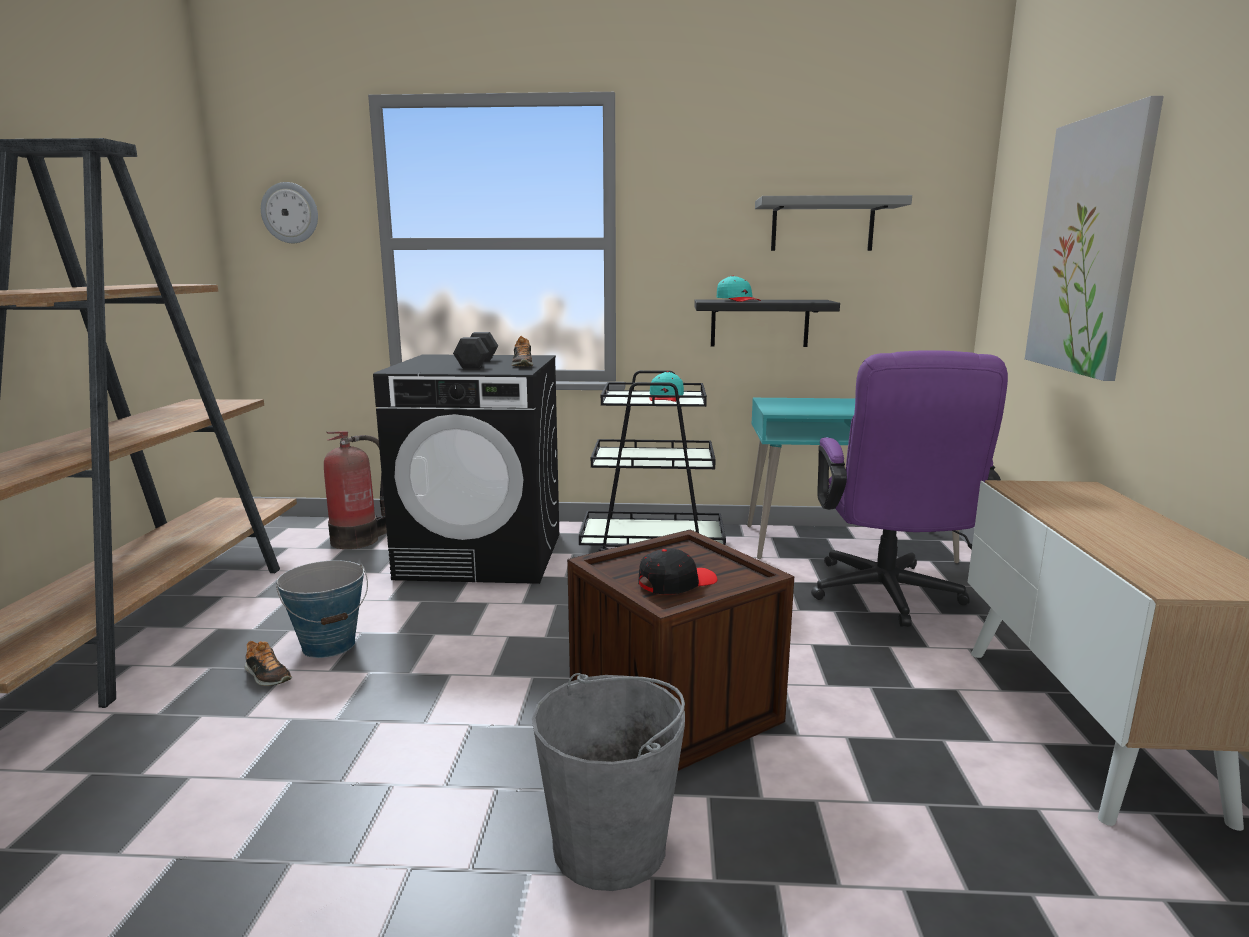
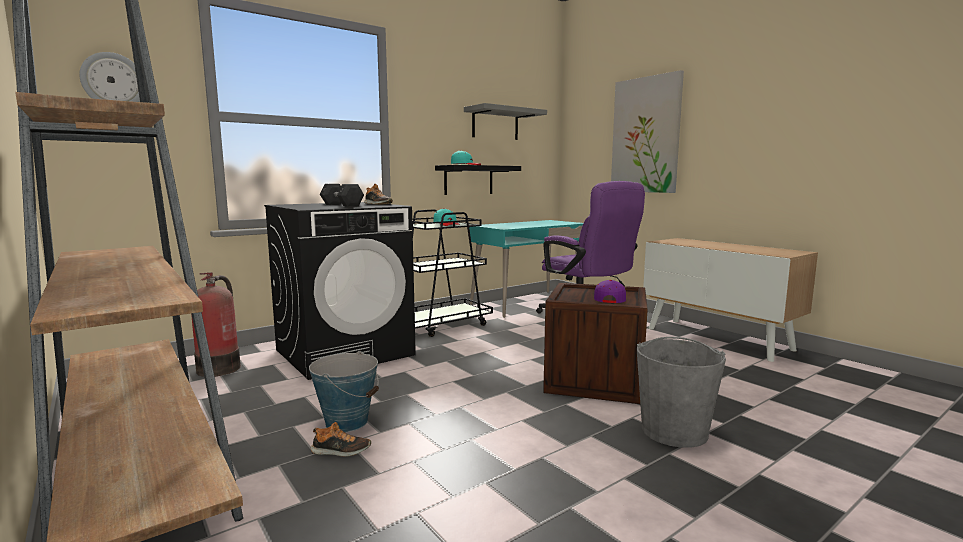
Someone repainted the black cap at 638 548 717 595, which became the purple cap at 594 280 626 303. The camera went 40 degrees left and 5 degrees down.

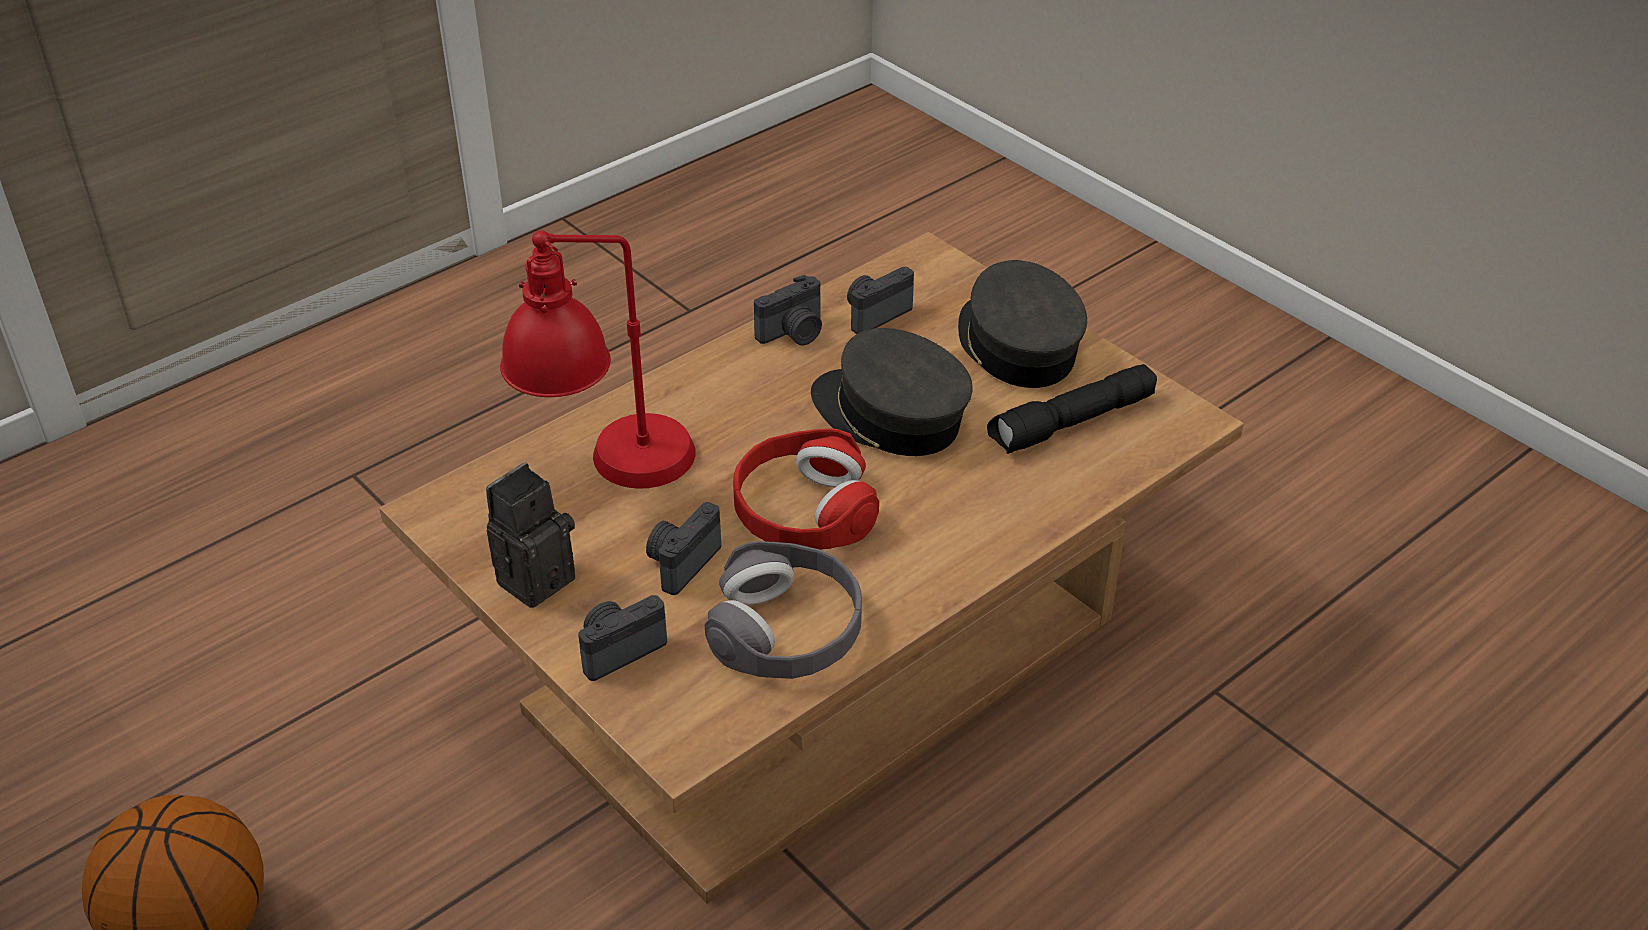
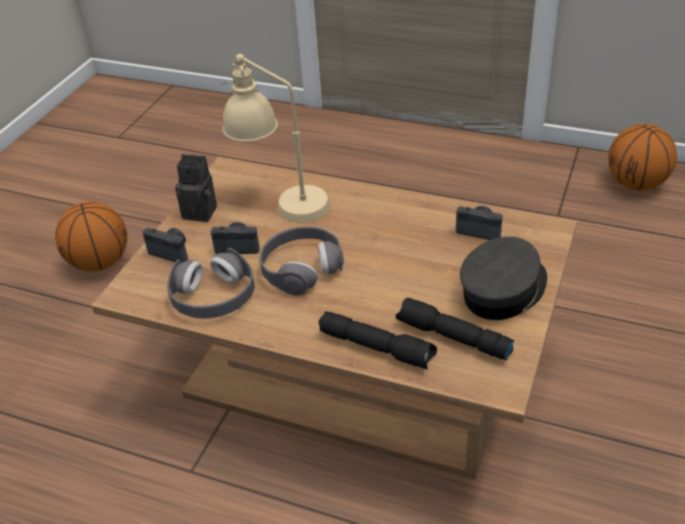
Someone repainted the red table lamp at 500 230 696 489, which became the beige table lamp at 220 54 331 222. Someone repainted the red headphones at 733 428 879 550, which became the grey headphones at 259 227 344 296. Someone took away the photo camera at 754 275 822 346. Someone took away the grey cap at 811 328 973 456. Someone put down the black flashlight at 319 311 437 370. Someone put down the basketball at 608 124 677 190. The camera went 65 degrees right and 0 degrees up.

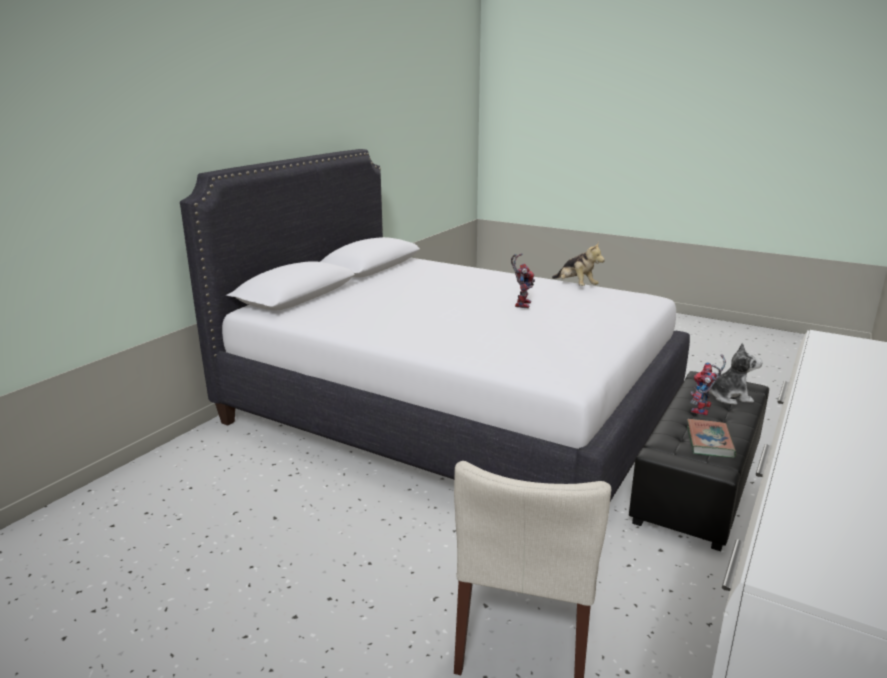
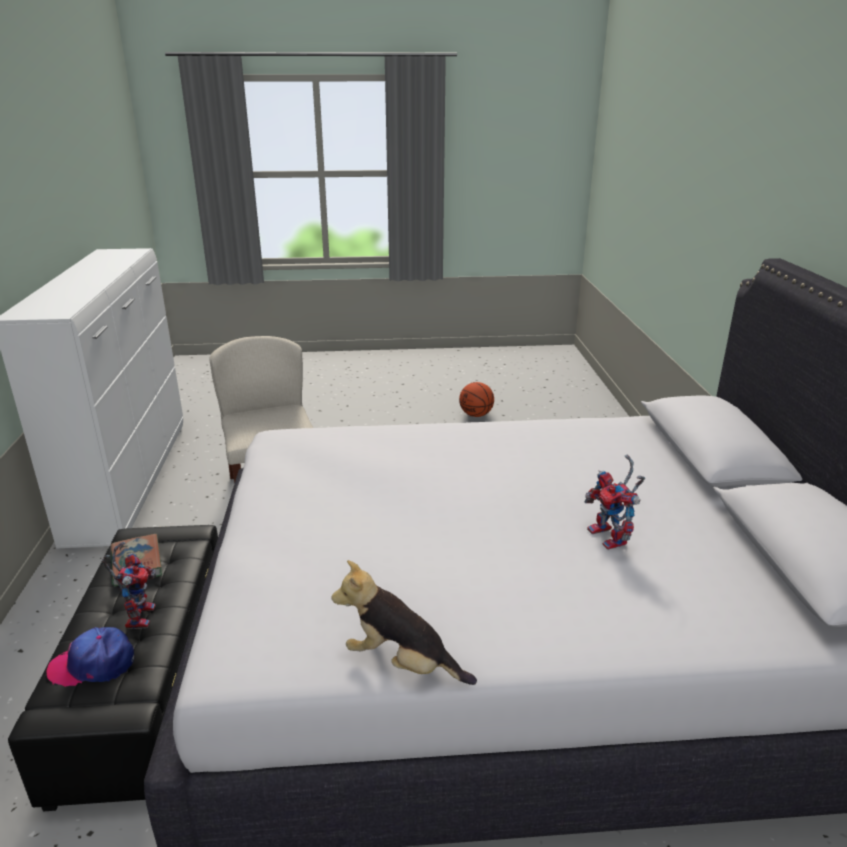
Someone carried the toy robot from 511 253 535 308 to 585 455 645 550. Someone swapped the plush toy at 708 343 763 405 for the cap at 46 627 134 687. Someone put down the basketball at 459 382 494 417. The camera went 145 degrees right and 5 degrees up.

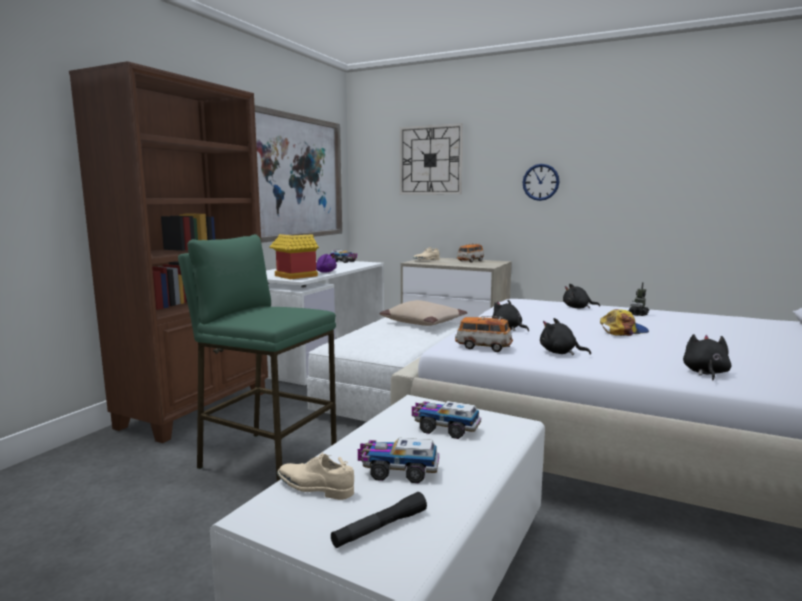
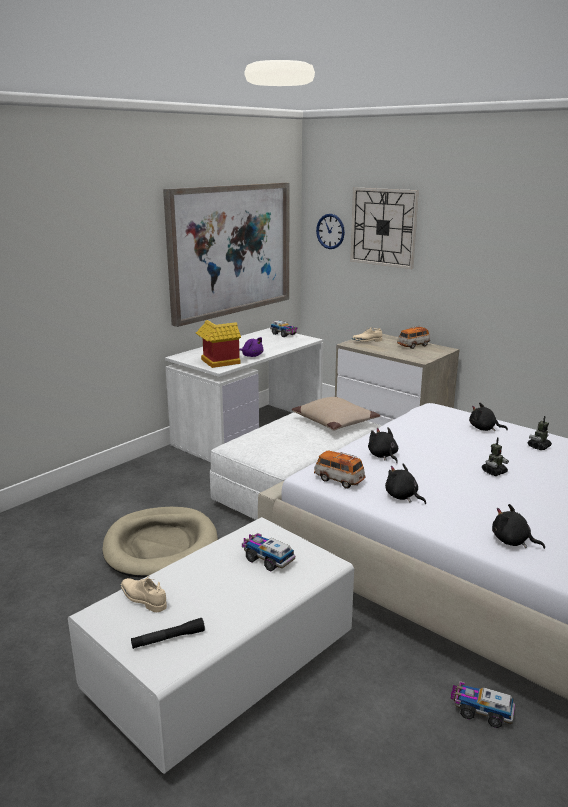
Someone took away the brown bookcase at 69 61 268 443. Someone swapped the green stool at 178 234 337 482 for the beige dog bed at 102 507 218 578. Someone carried the toy truck from 358 438 439 483 to 451 681 515 728. Someone carried the wall clock from 522 164 559 201 to 316 214 345 249. Someone swapped the cap at 600 309 649 336 for the toy robot at 482 437 509 476. Someone rotated the black plush toy at 683 334 731 380 by 90 degrees counterclockwise. The camera went 15 degrees right and 10 degrees up.

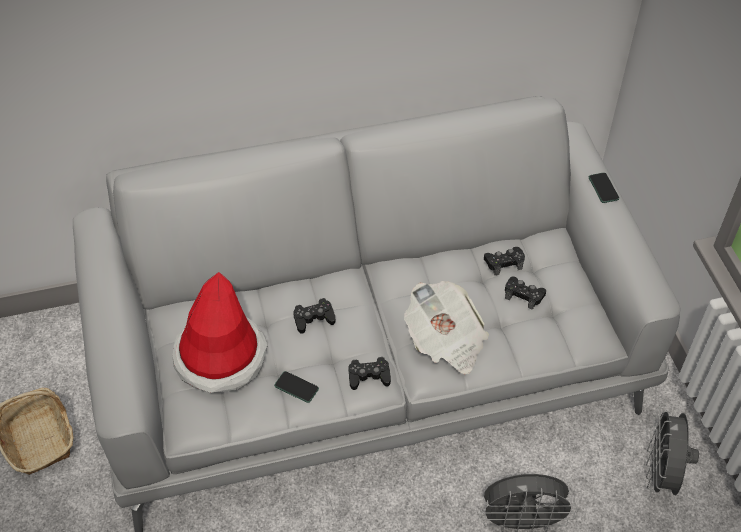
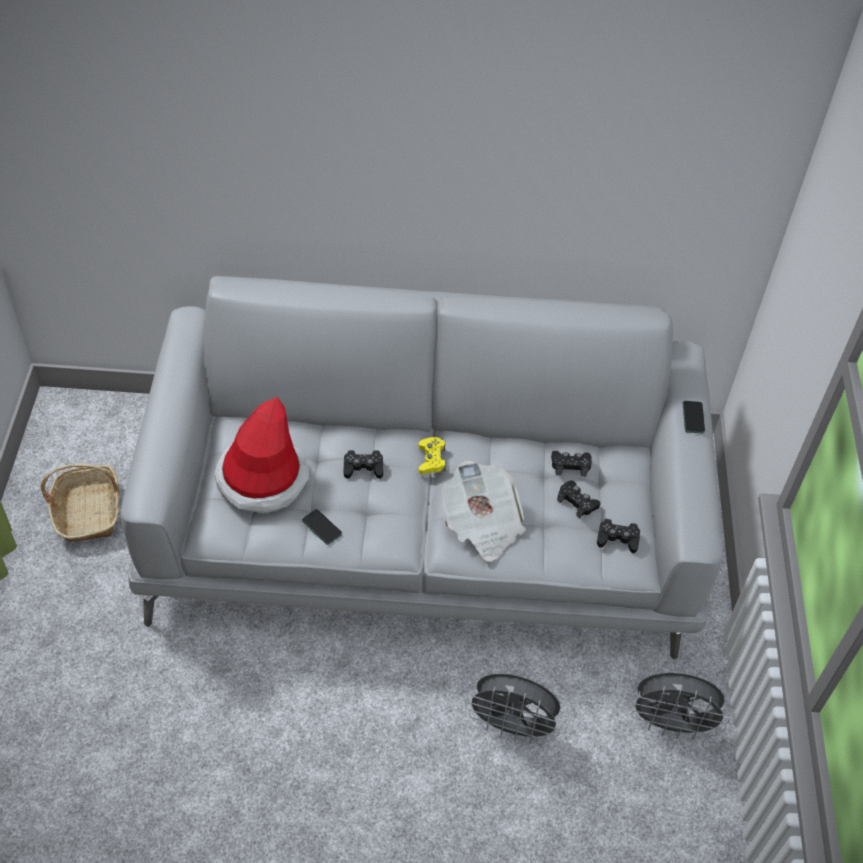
Someone carried the black game controller from 348 357 391 390 to 597 519 640 553. Someone rotated the grey fan at 646 404 699 499 by 105 degrees counterclockwise. Someone put down the yellow game controller at 418 437 446 474. The camera went 15 degrees right and 0 degrees up.

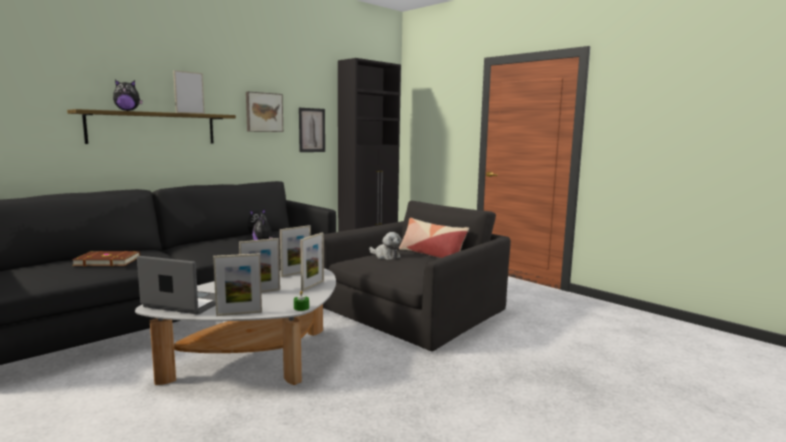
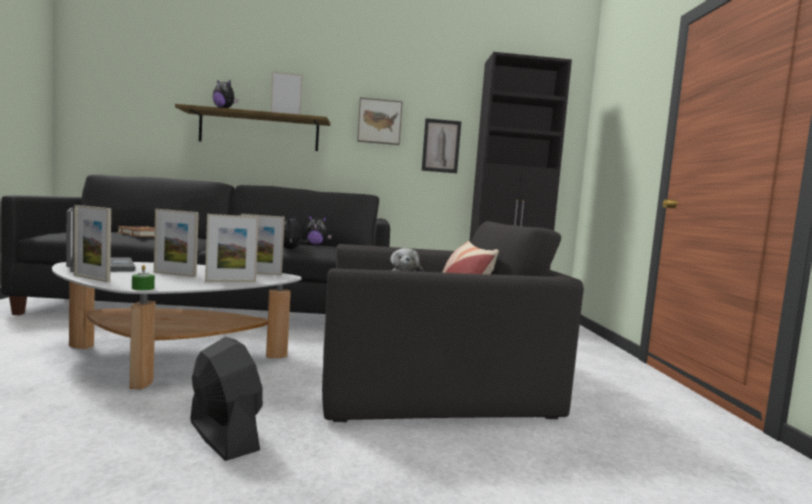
Someone put down the black fan at 190 337 263 461. The camera went 40 degrees right and 5 degrees down.

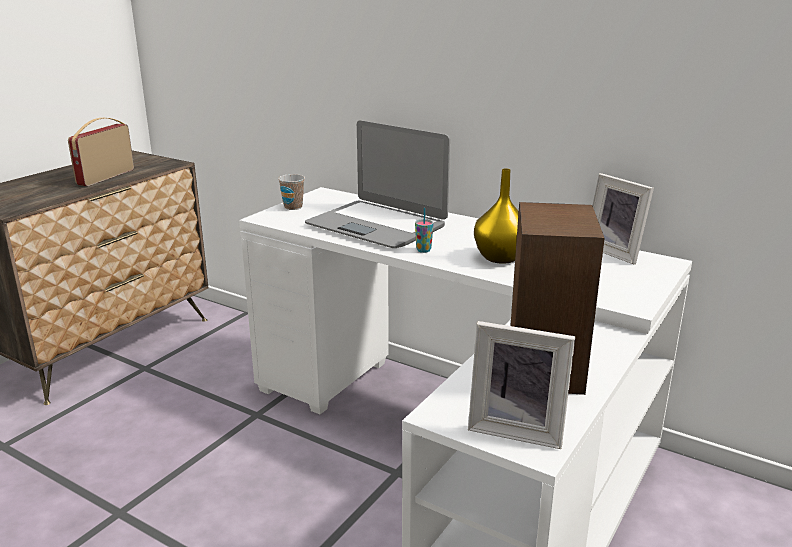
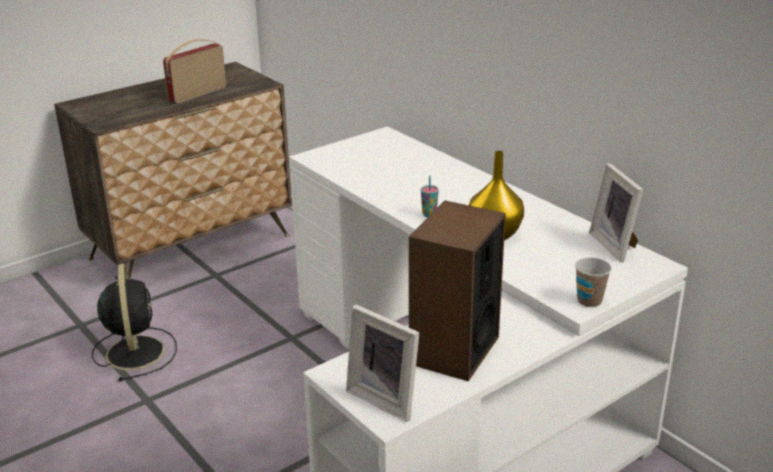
Someone carried the cup from 278 174 305 210 to 575 257 612 307. Someone took away the laptop at 305 120 450 248. Someone put down the black fan at 92 264 177 382. The camera went 20 degrees right and 5 degrees up.

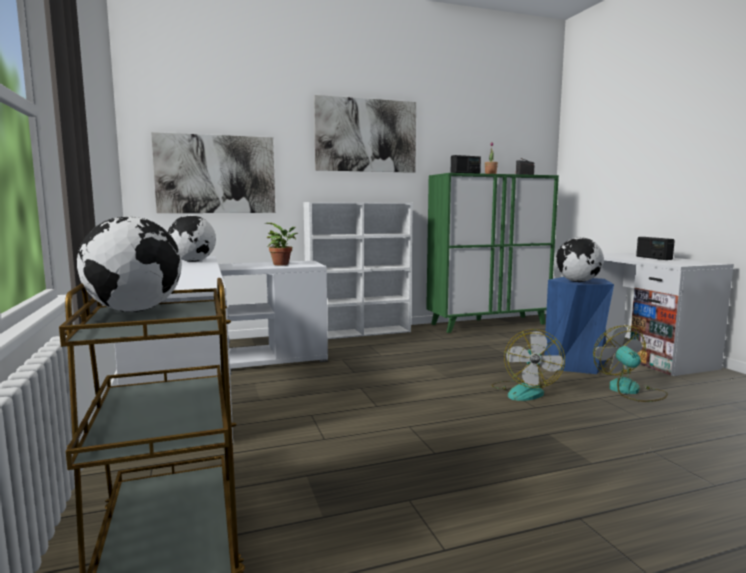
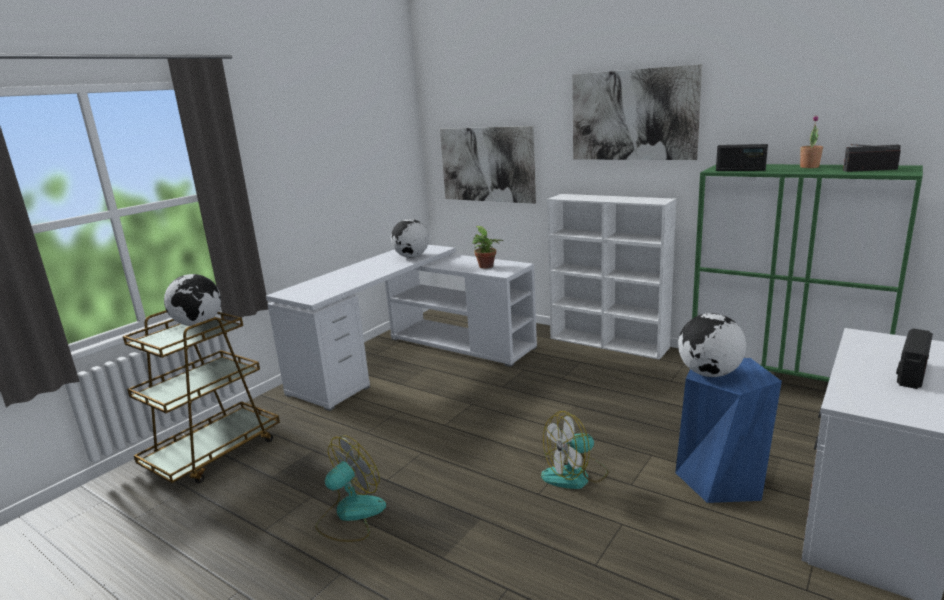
Someone carried the fan from 593 325 668 402 to 316 435 386 542. The camera went 55 degrees right and 10 degrees up.

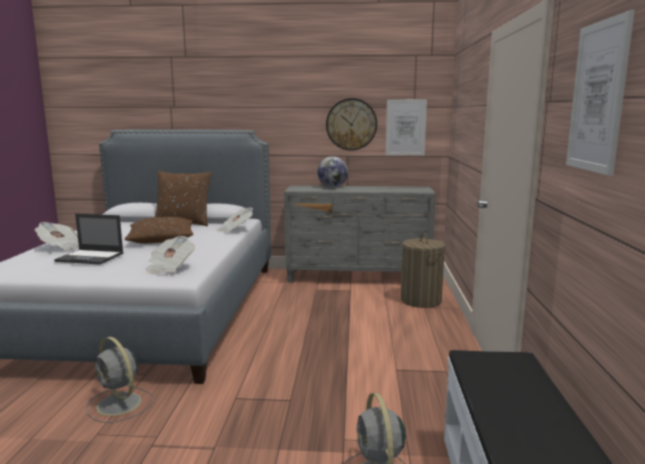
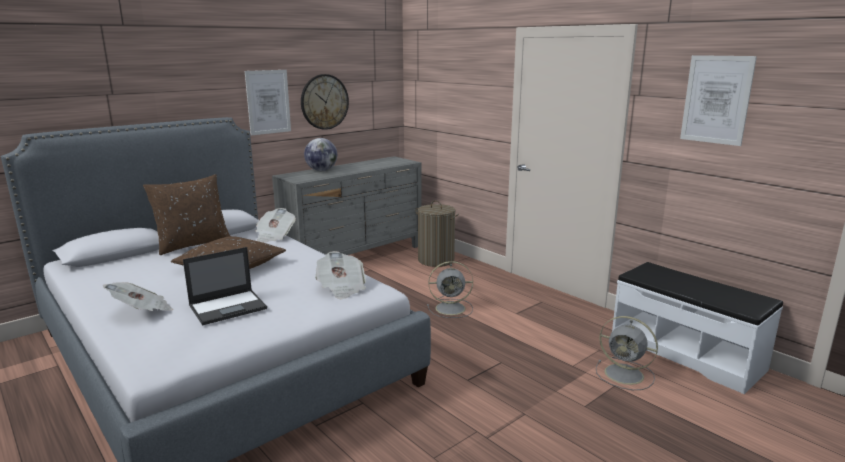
Someone carried the grey fan from 86 337 154 423 to 427 261 473 318. Someone carried the picture from 386 99 427 155 to 245 70 291 135. The camera went 45 degrees left and 5 degrees up.

